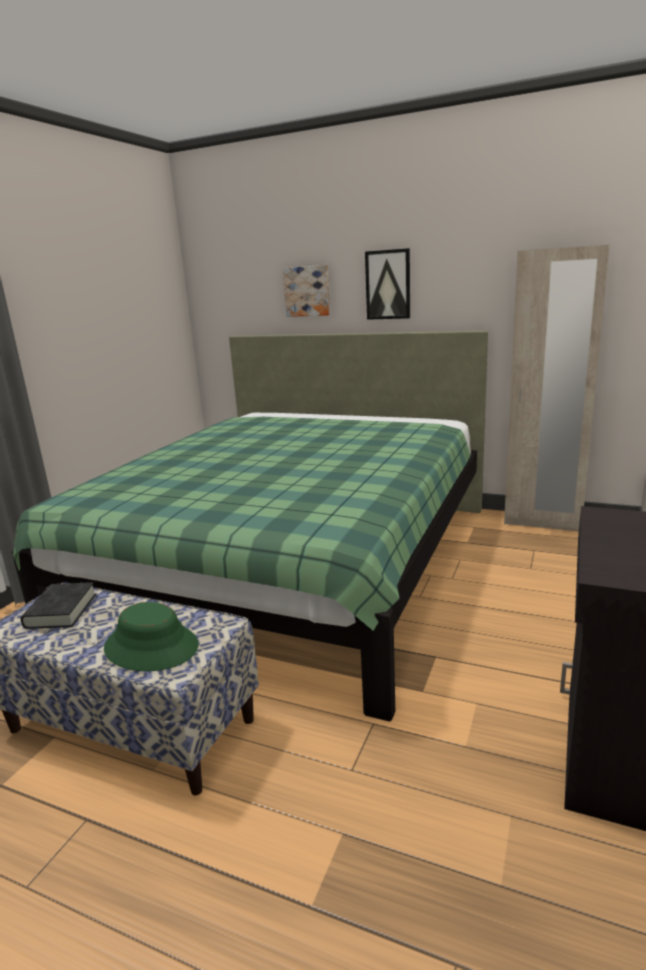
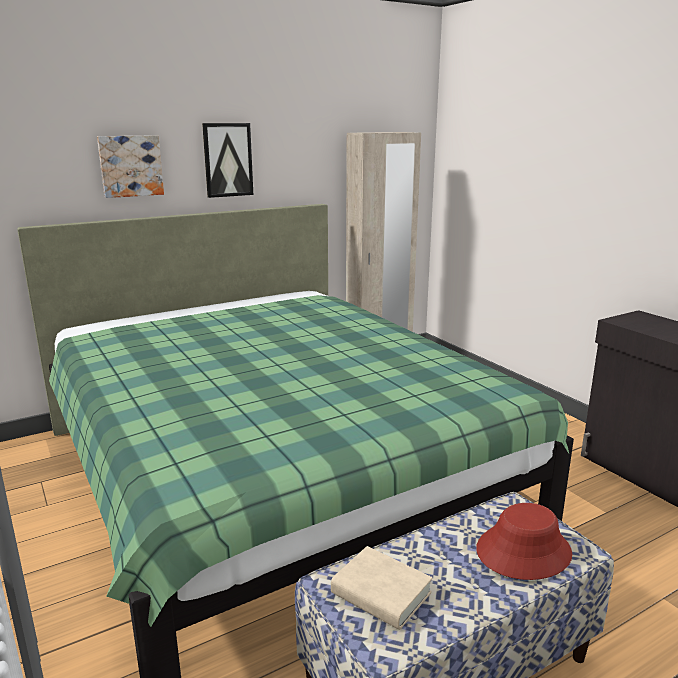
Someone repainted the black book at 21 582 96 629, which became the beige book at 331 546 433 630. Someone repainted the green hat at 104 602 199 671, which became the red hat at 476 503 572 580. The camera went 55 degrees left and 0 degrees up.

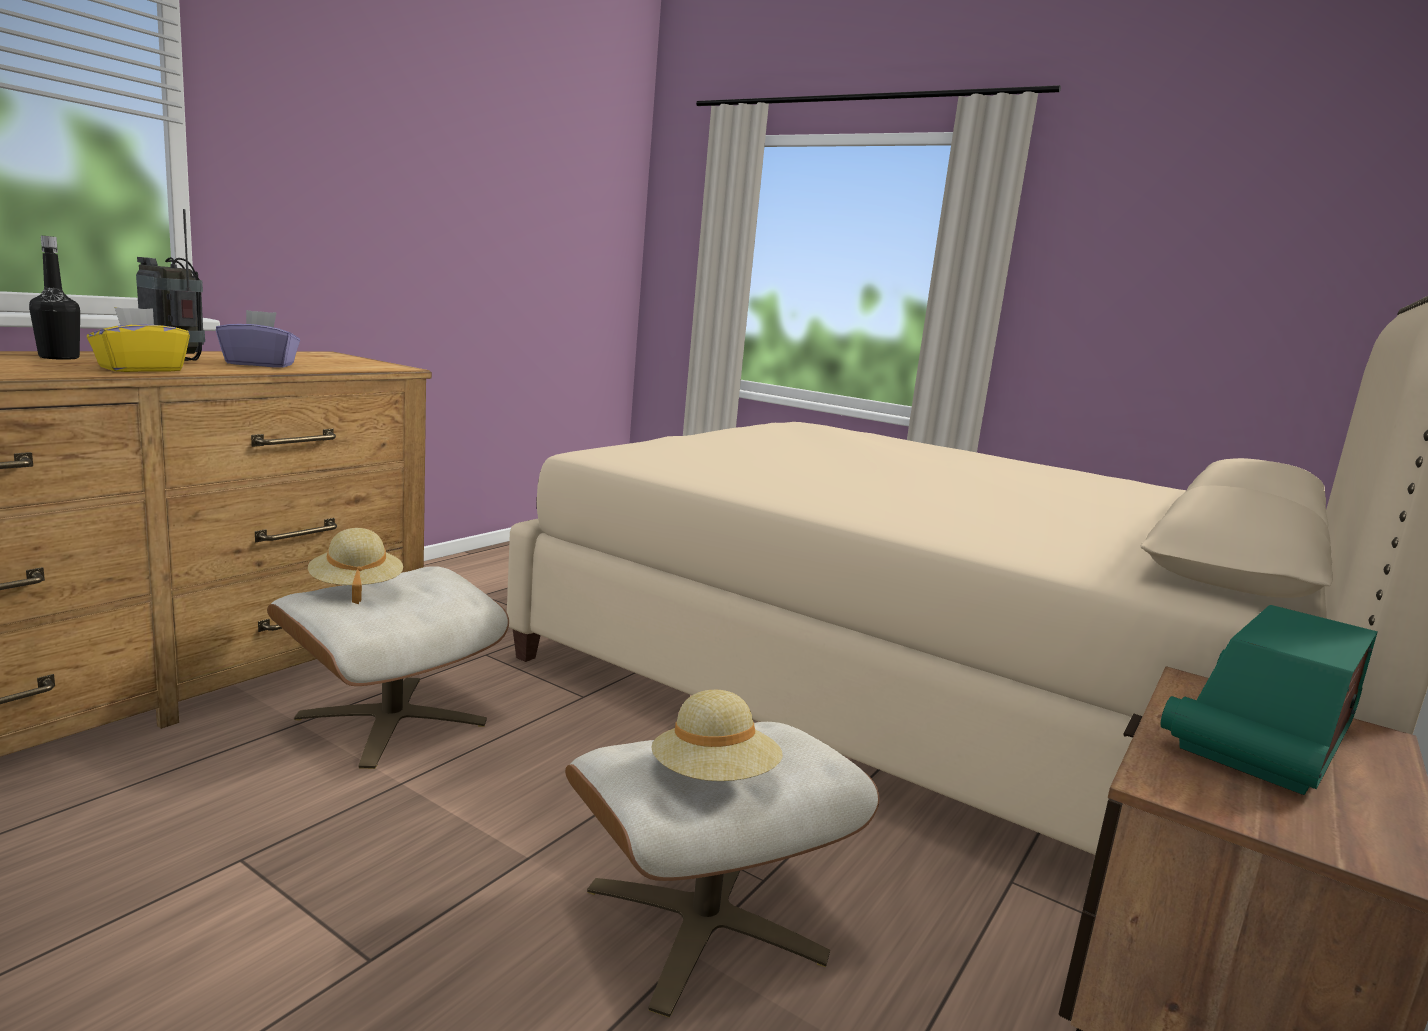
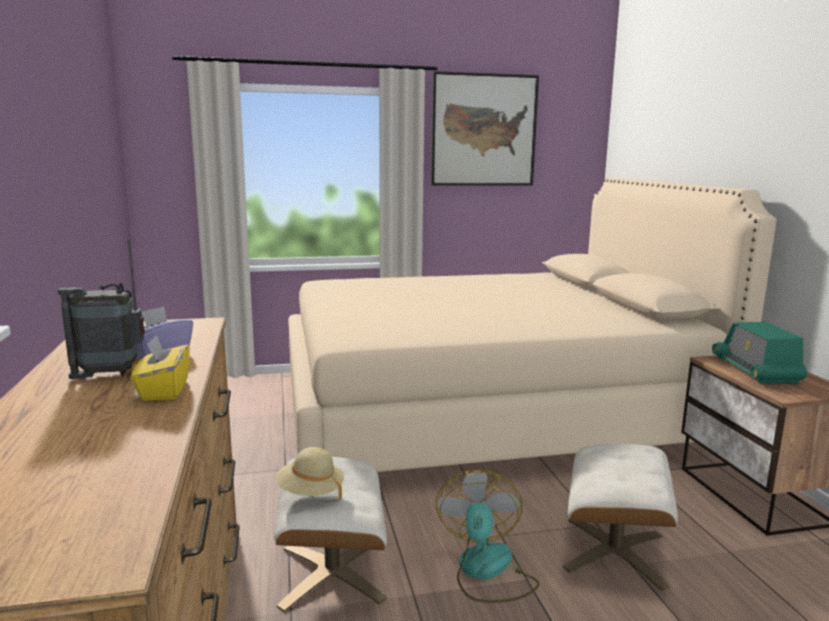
Someone took away the black bottle at 29 235 80 360. Someone took away the beige hat at 651 690 783 781. Someone put up the picture at 431 71 539 186. Someone put down the fan at 436 470 539 603. The camera went 45 degrees left and 0 degrees up.

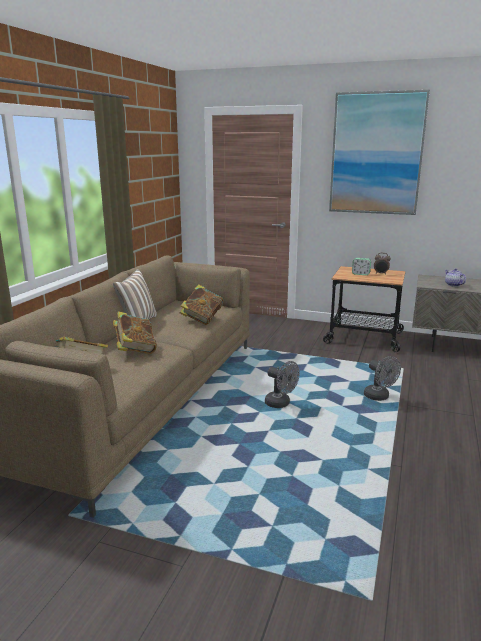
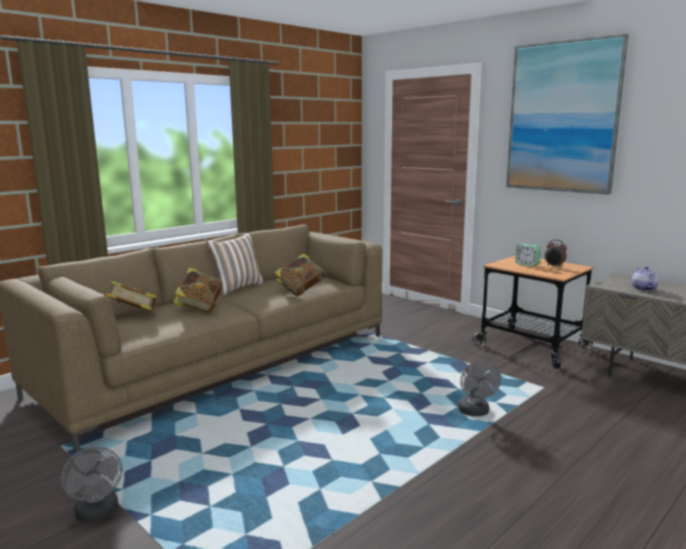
Someone carried the grey fan from 265 361 300 408 to 61 447 122 522. The camera went 25 degrees right and 5 degrees down.

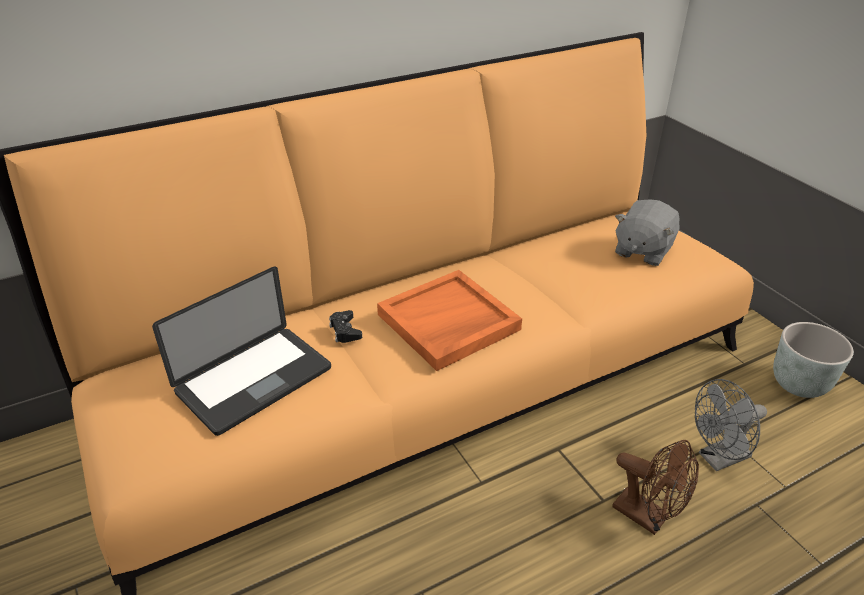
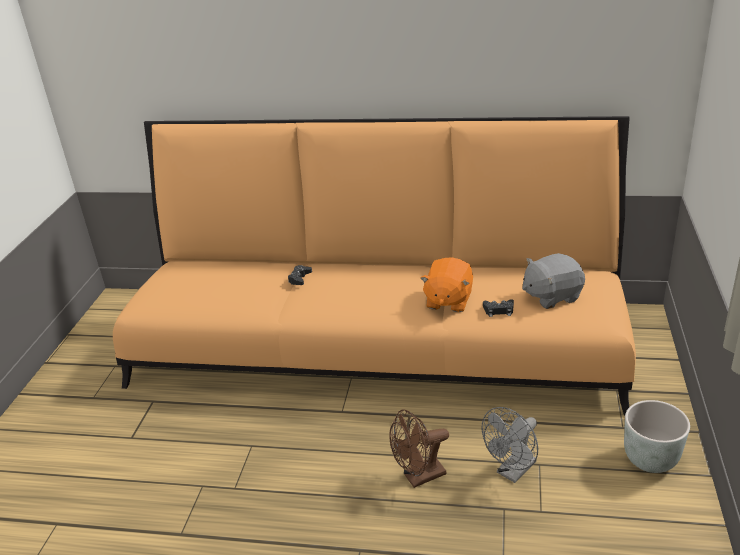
Someone took away the laptop at 152 267 331 436. Someone took away the orange tray at 377 270 522 371. Someone rotated the brown fan at 612 440 699 535 by 75 degrees clockwise. Someone rotated the grey fan at 695 379 767 471 by 60 degrees counterclockwise. Someone put down the orange plush toy at 420 257 473 312. Someone put down the black game controller at 483 299 514 317. The camera went 40 degrees right and 5 degrees down.

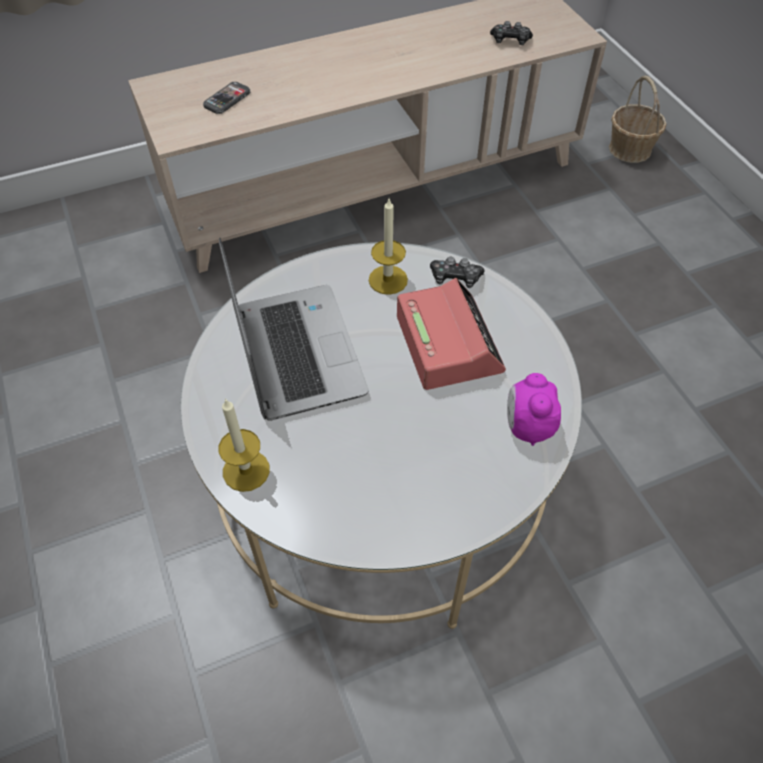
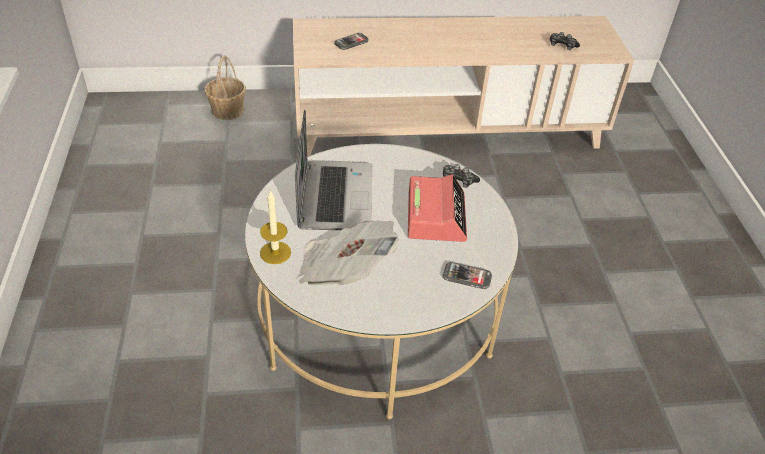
Someone took away the candle at 369 199 408 295. Someone swapped the alarm clock at 507 373 561 446 for the phone at 443 262 492 289. Someone carried the basket from 609 76 666 163 to 204 55 246 120. Someone put down the newspaper at 299 220 399 285. The camera went 15 degrees right and 10 degrees down.

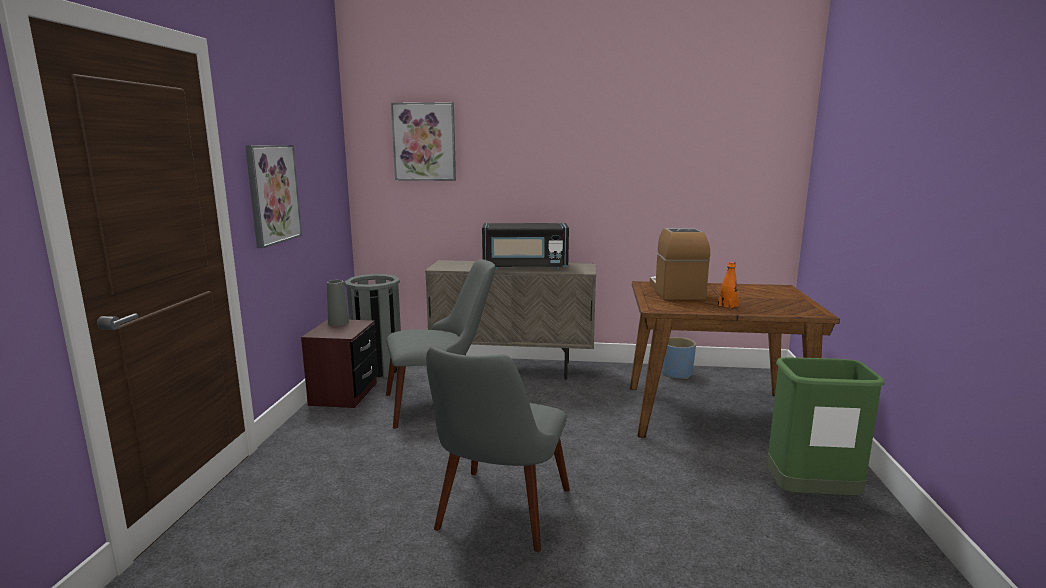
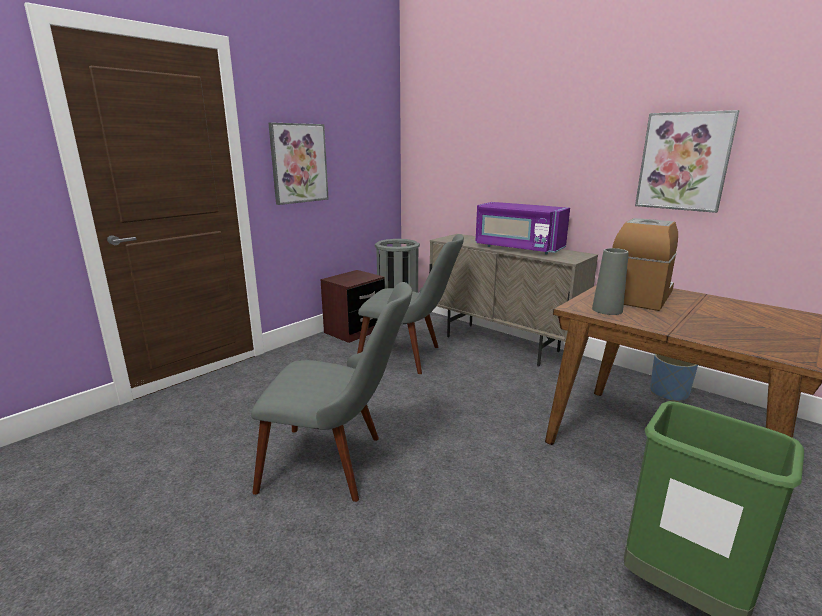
Someone carried the grey vase from 327 280 349 326 to 592 248 629 315. Someone carried the picture from 391 102 456 181 to 635 110 740 213. Someone rotated the grey chair at 426 347 570 552 by 135 degrees counterclockwise. Someone repainted the black microwave at 482 223 569 270, which became the purple microwave at 475 202 570 254. Someone took away the orange bottle at 718 262 739 309. The camera went 35 degrees right and 5 degrees up.

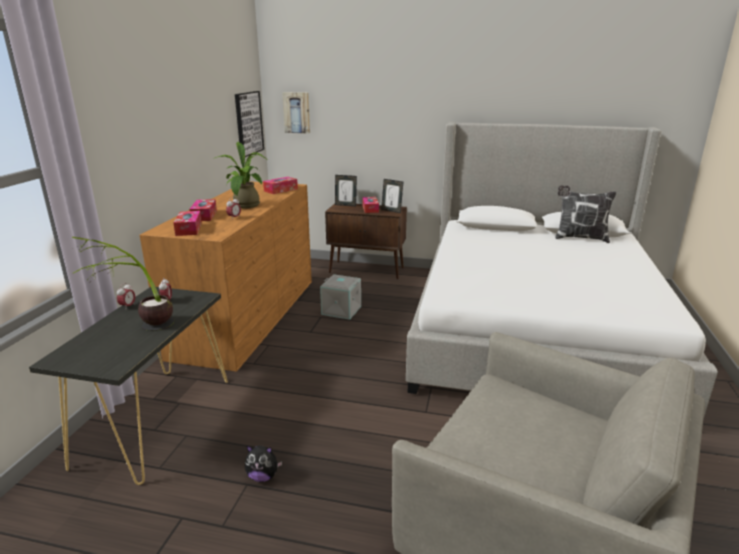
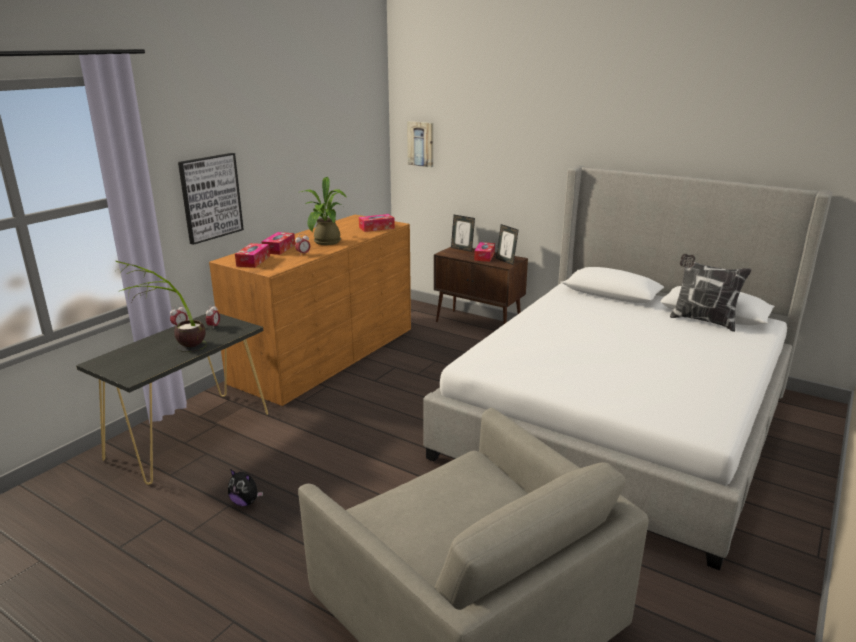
Someone carried the picture from 235 91 264 157 to 178 153 244 245. Someone took away the grey storage box at 320 274 361 320. The camera went 20 degrees right and 0 degrees up.

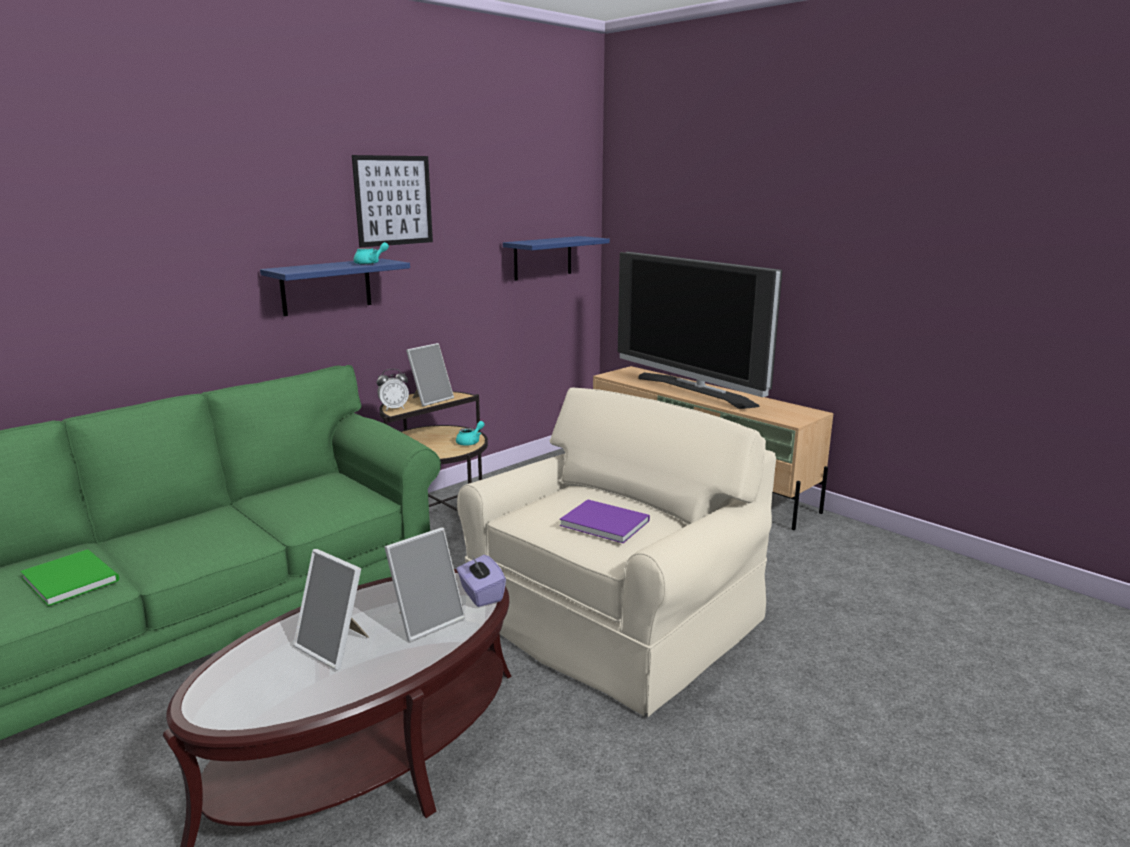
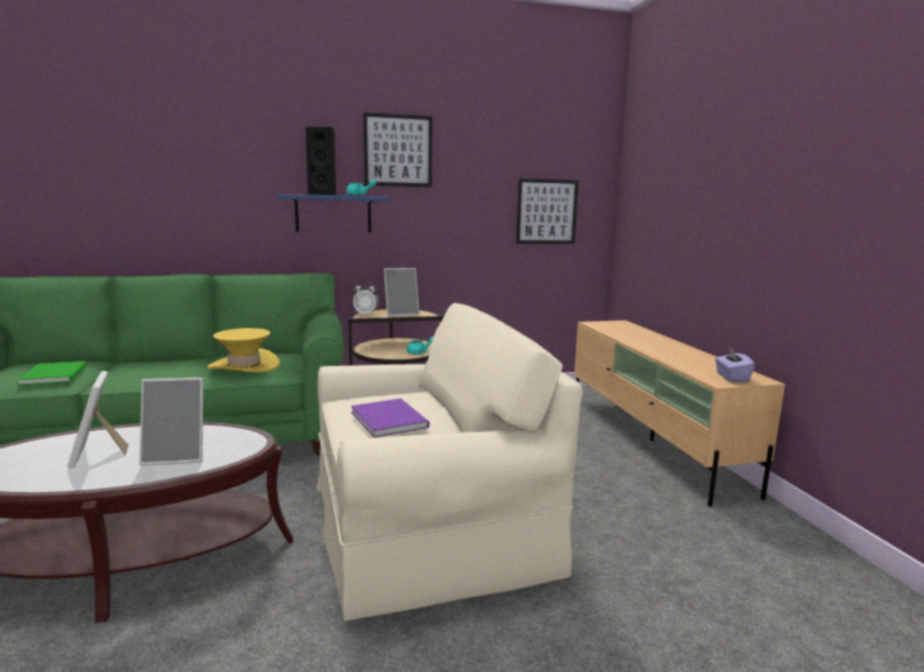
Someone carried the purple tissue box from 456 555 506 607 to 715 347 755 382. Someone swapped the blue shelf at 503 236 610 281 for the picture at 516 179 579 244. Someone took away the television at 618 252 782 409. Someone put down the yellow hat at 207 328 280 372. Someone put down the black speaker at 306 127 336 195. The camera went 30 degrees right and 5 degrees down.

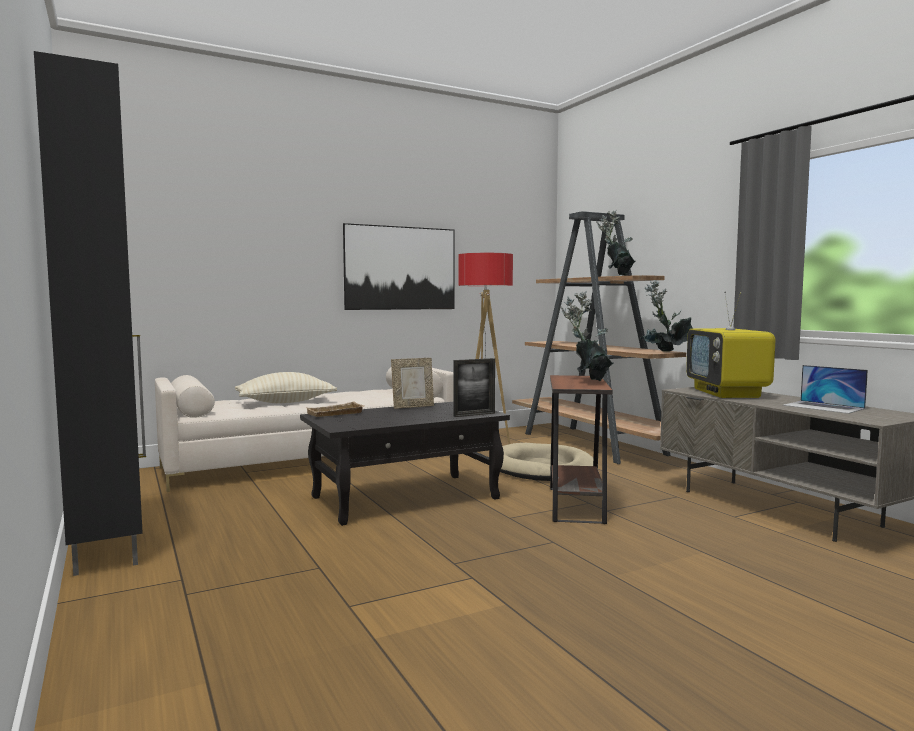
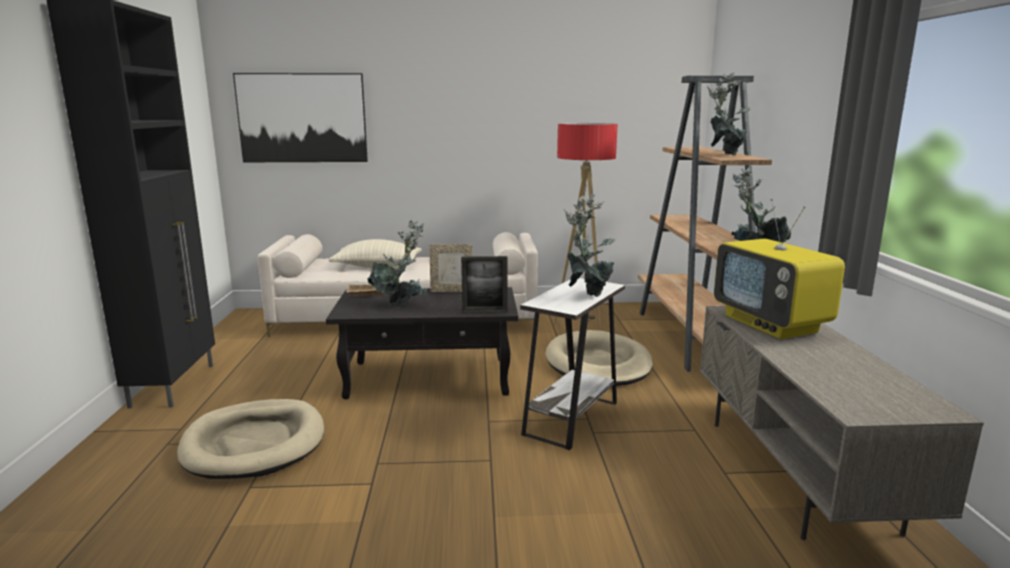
Someone carried the picture from 343 223 455 310 to 233 73 368 162. Someone repainted the brown side table at 550 375 612 524, which became the white side table at 520 278 625 450. Someone rotated the television at 686 292 775 398 by 45 degrees counterclockwise. Someone took away the laptop at 783 365 868 414. Someone put down the beige dog bed at 177 399 324 479. Someone put down the potted plant at 367 220 428 308. The camera went 25 degrees right and 10 degrees up.

